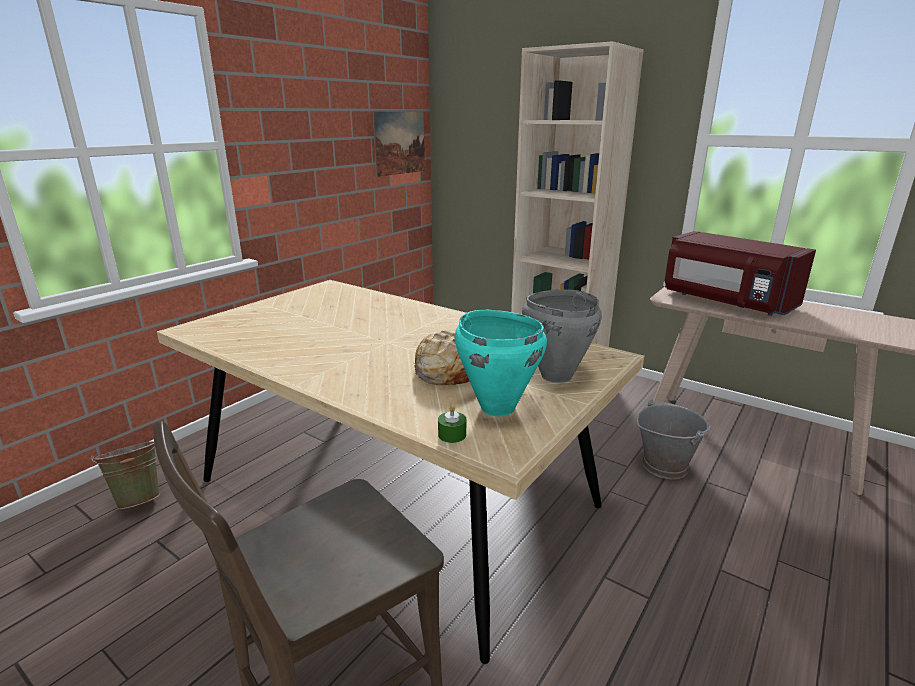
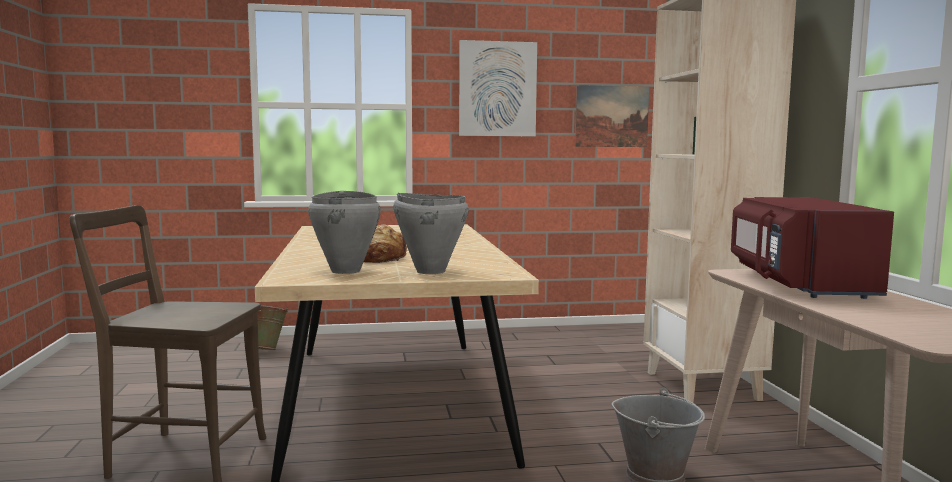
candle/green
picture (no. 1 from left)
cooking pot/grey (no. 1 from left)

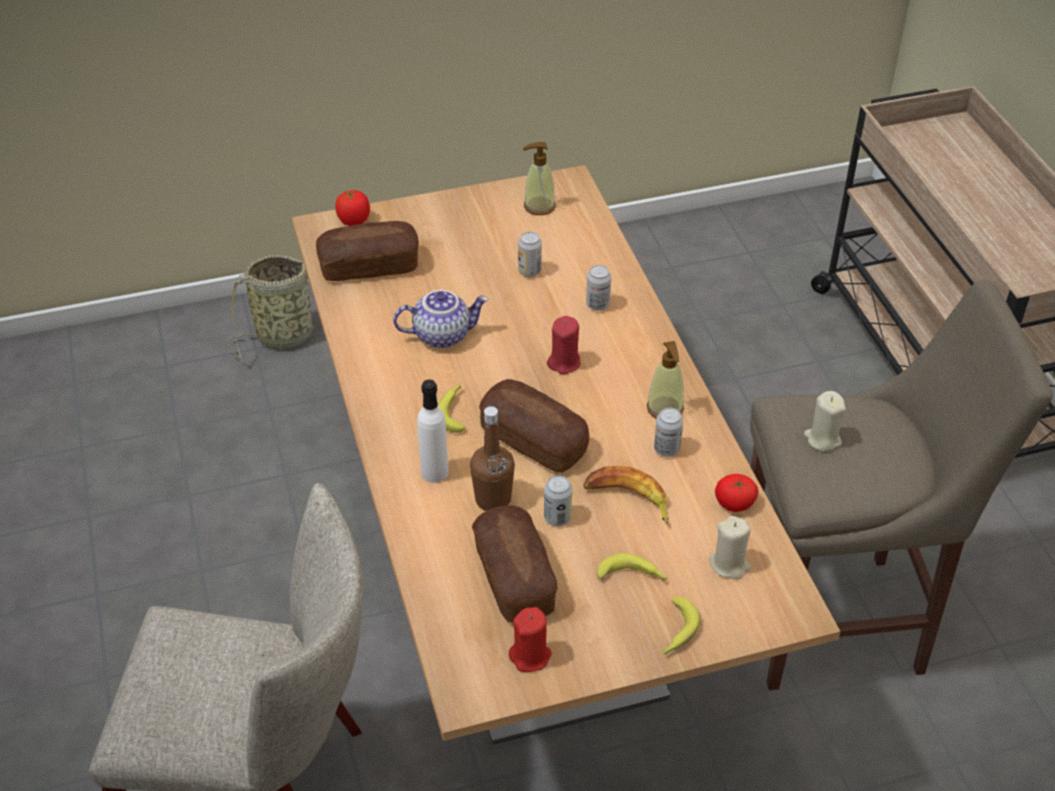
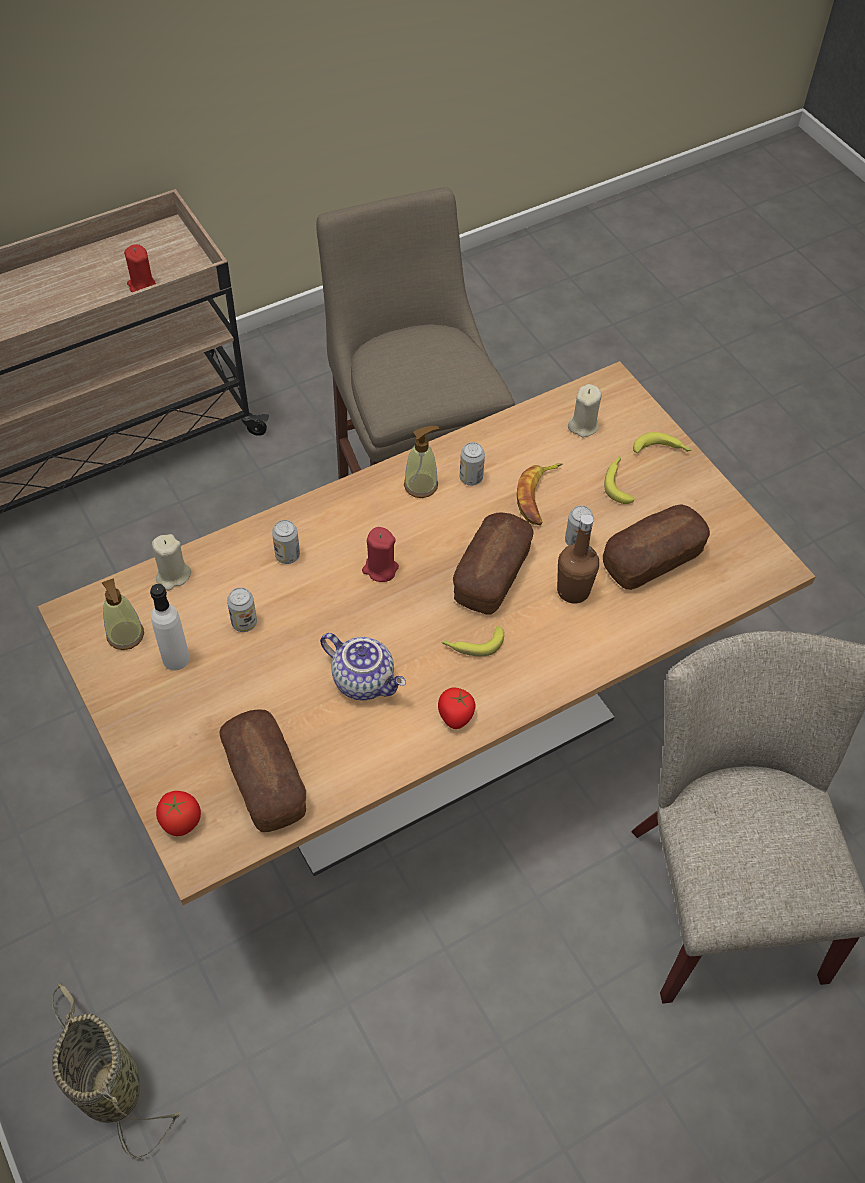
bottle/white
candle/red (no. 1 from left)
tomato (no. 2 from left)
candle/beige (no. 1 from left)
teapot

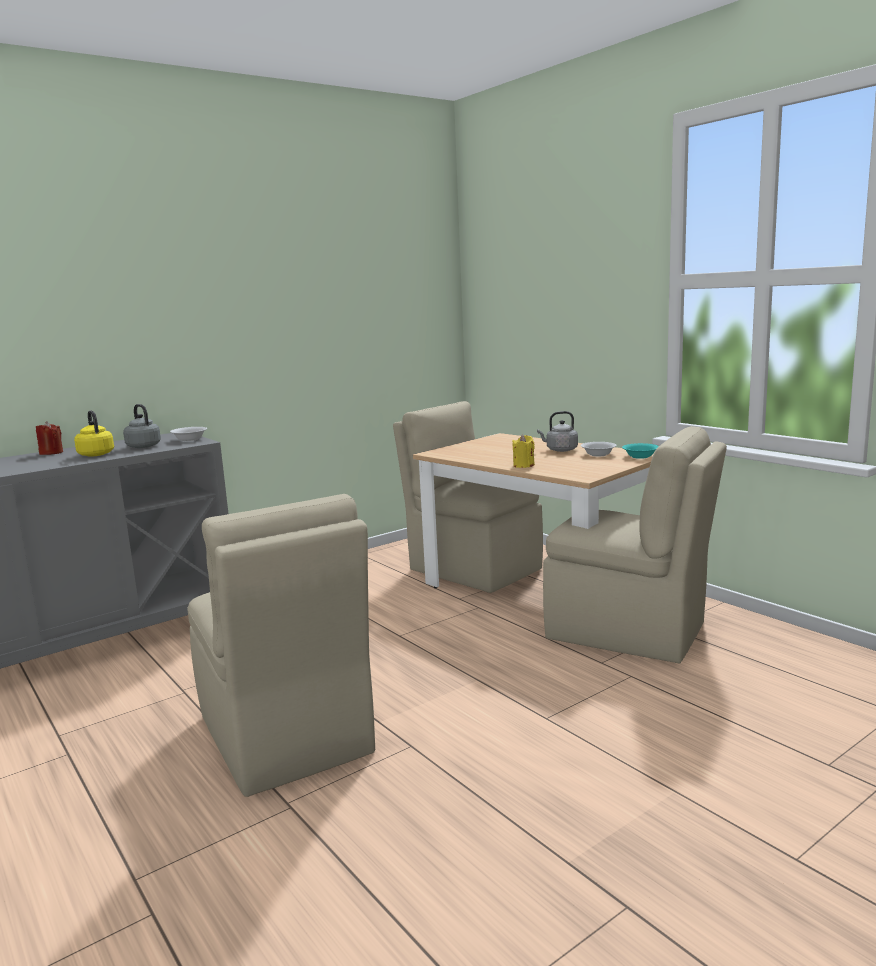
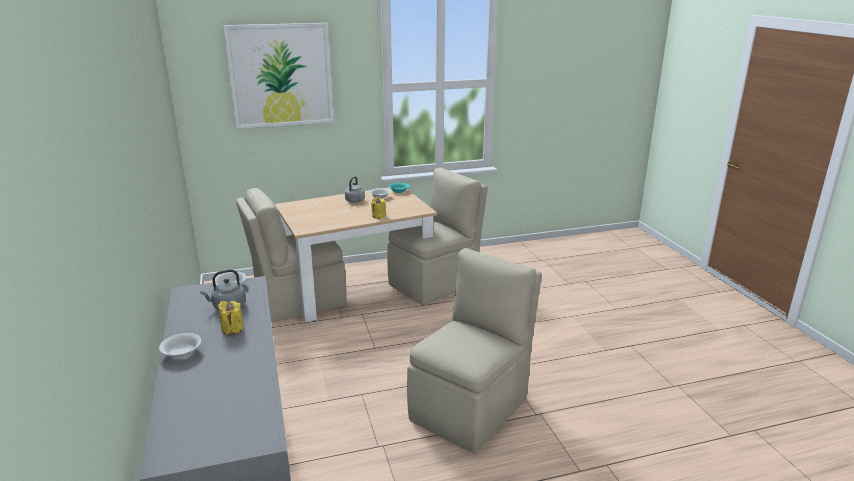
picture
bowl/white (no. 1 from left)
candle/yellow (no. 1 from left)
chair/beige (no. 3 from left)

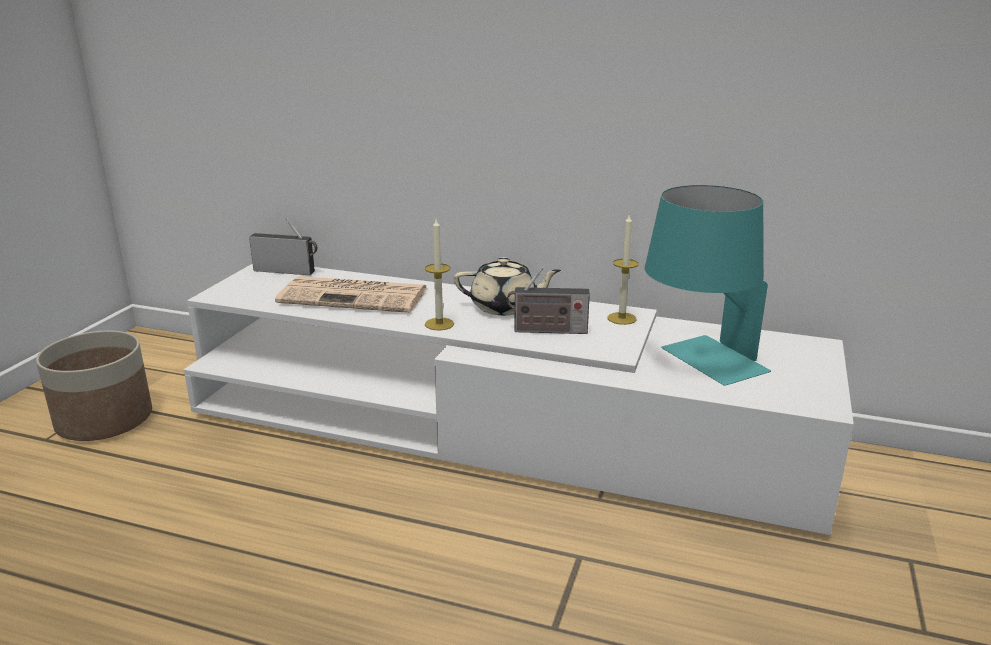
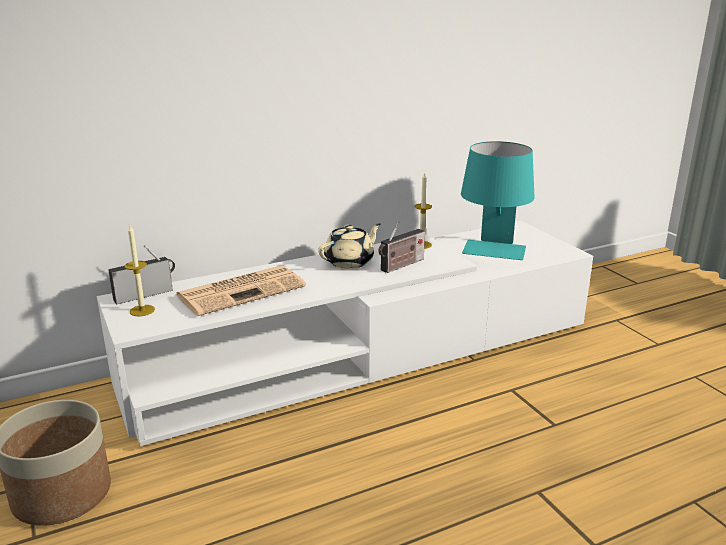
candle (no. 1 from left)

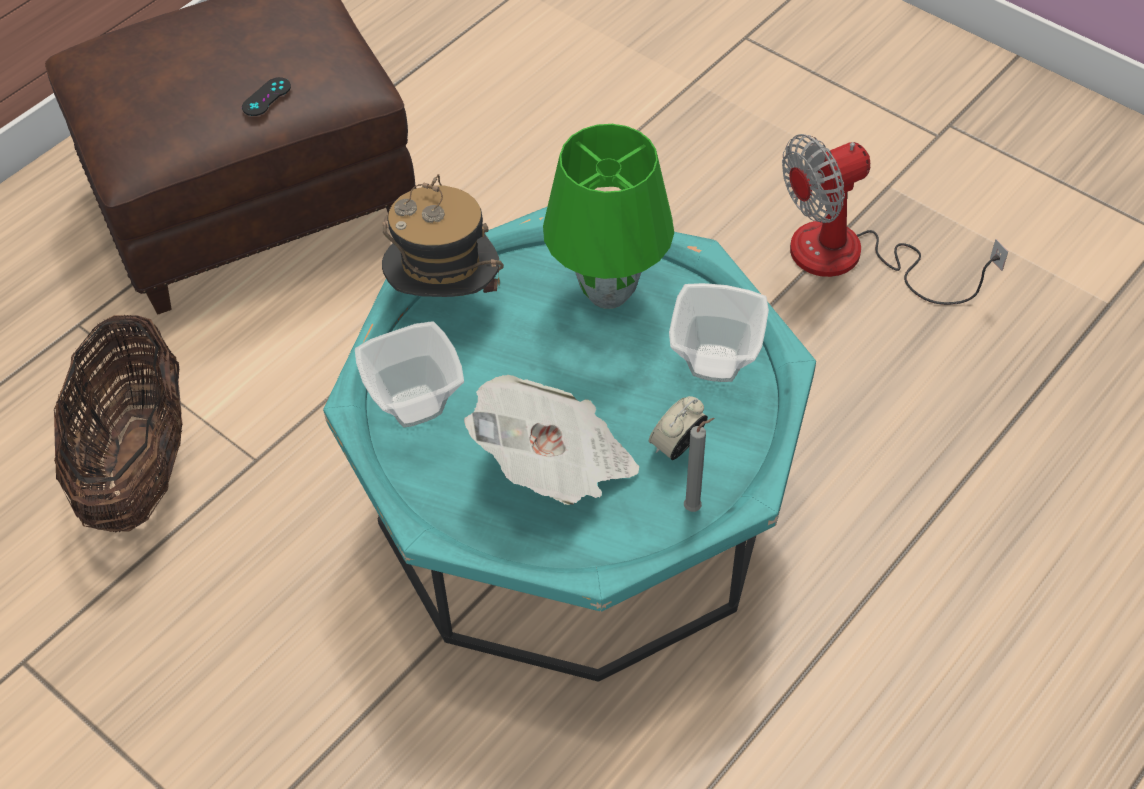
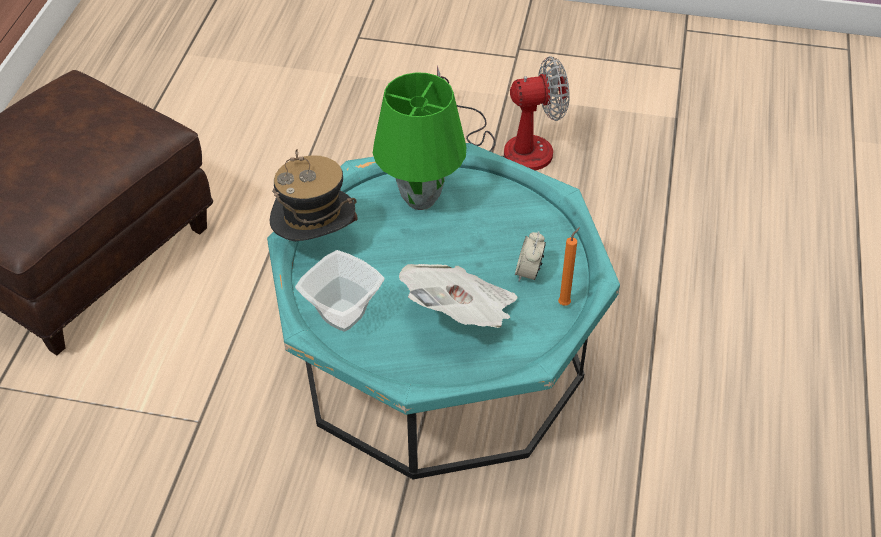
basket
game controller/black
bowl (no. 2 from left in the first image)
candle/orange
fan

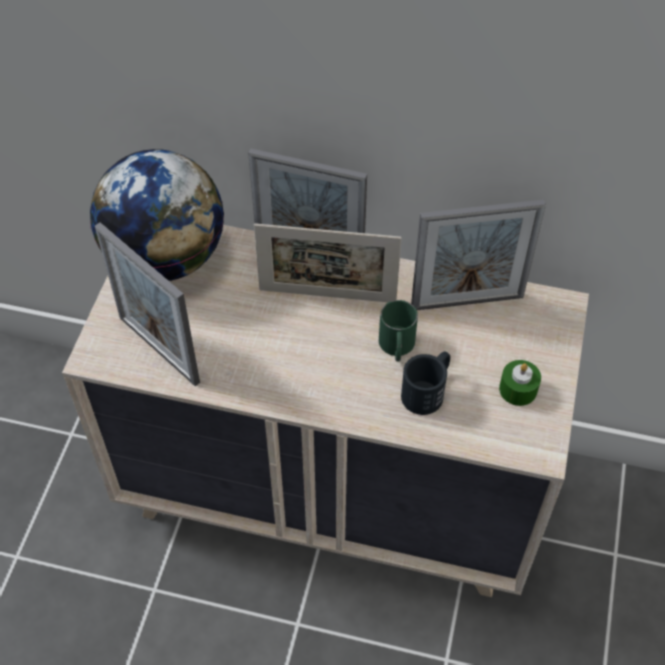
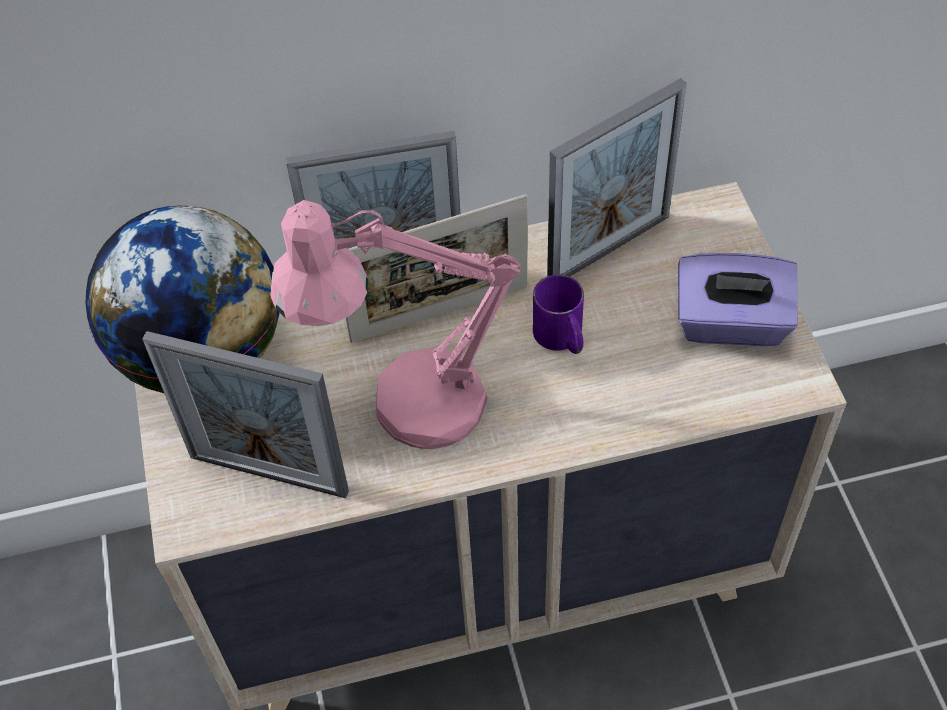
mug/black
table lamp/pink
tissue box/purple
mug/purple

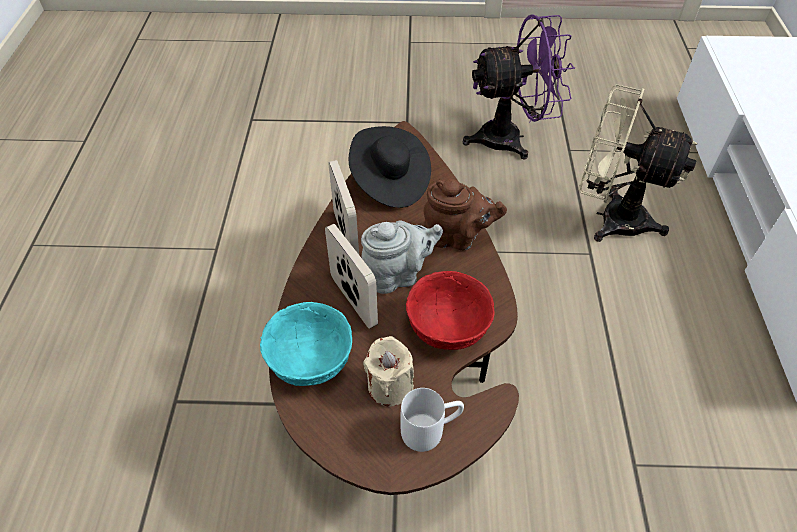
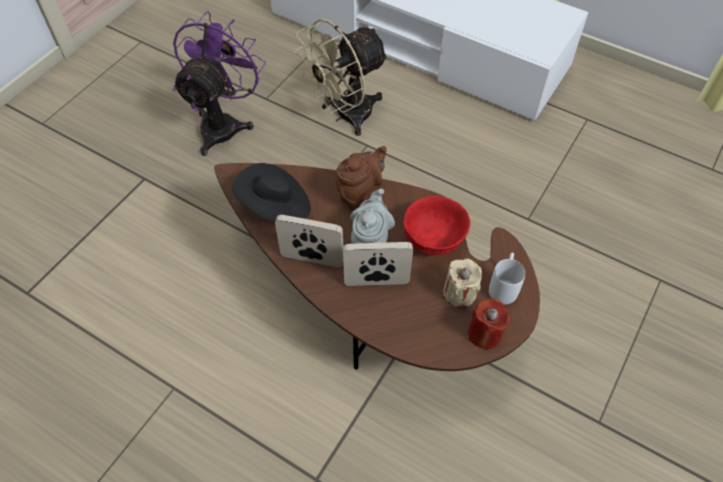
bowl/turquoise
candle/red

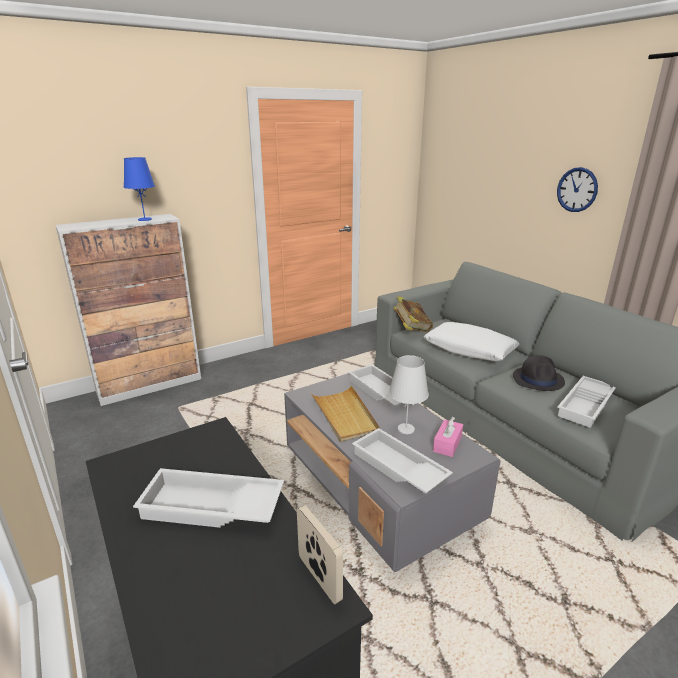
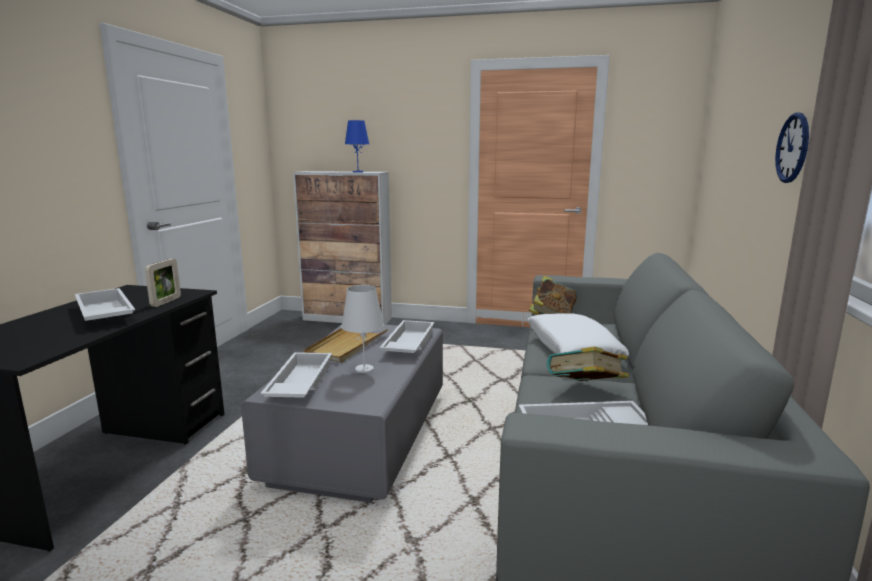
tissue box/pink
picture frame
book (no. 2 from left)

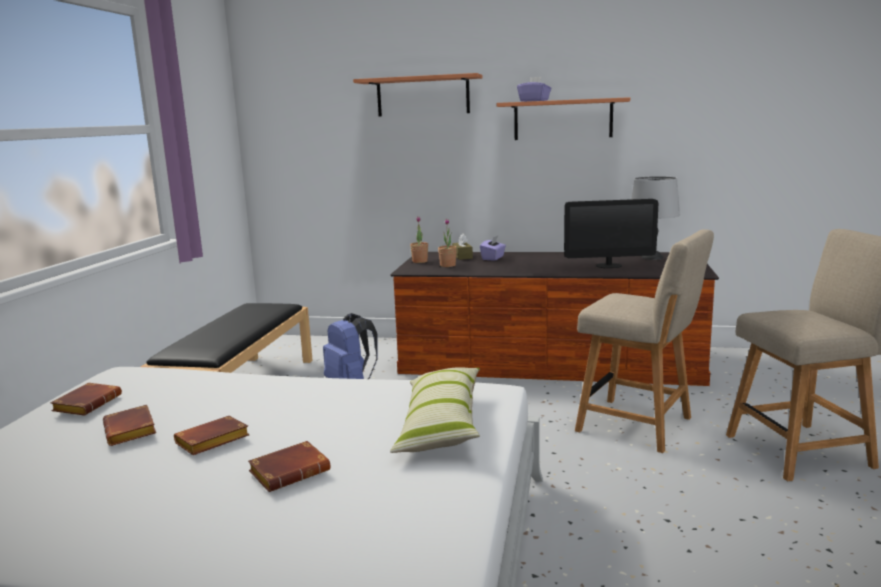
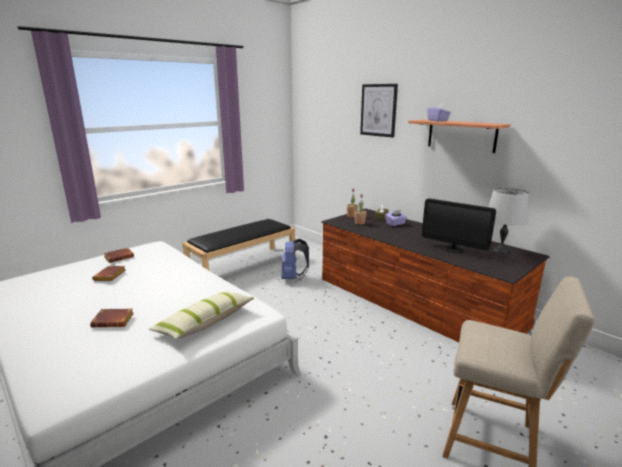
book/brown (no. 3 from left in the first image)
chair/beige (no. 1 from left in the first image)
picture

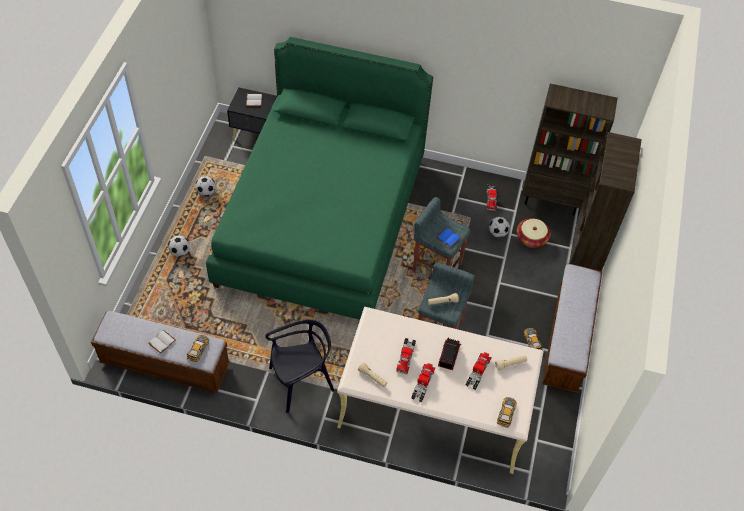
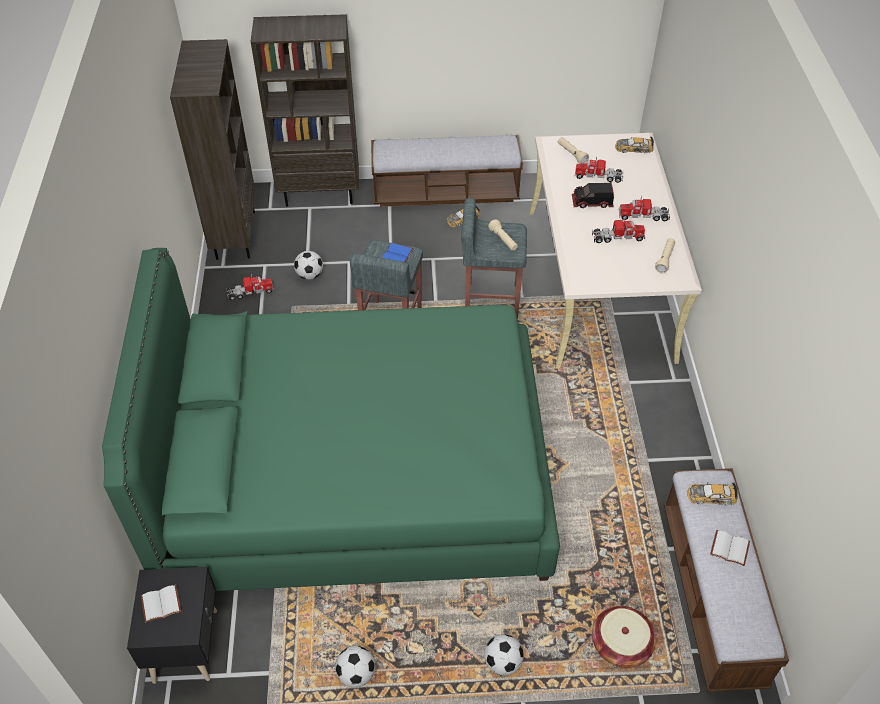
chair/black
basket

